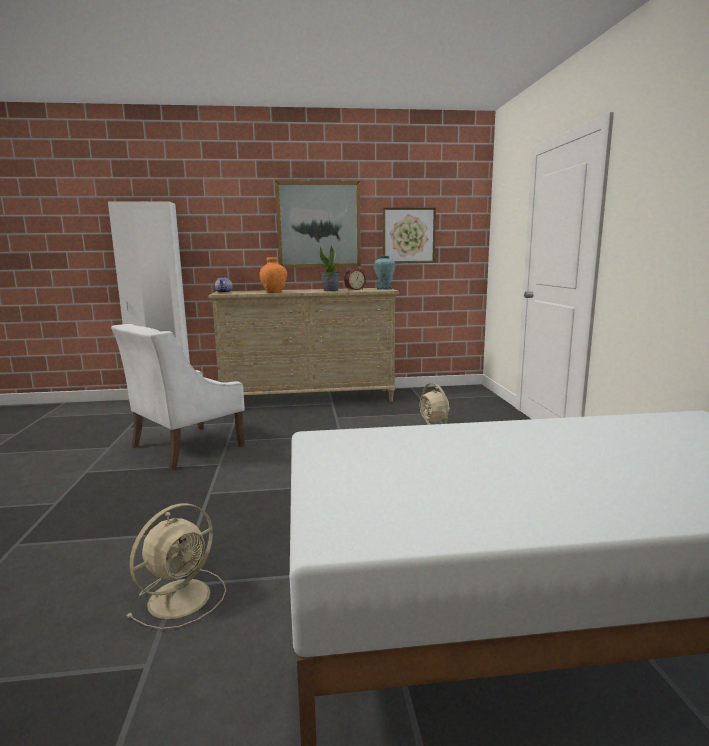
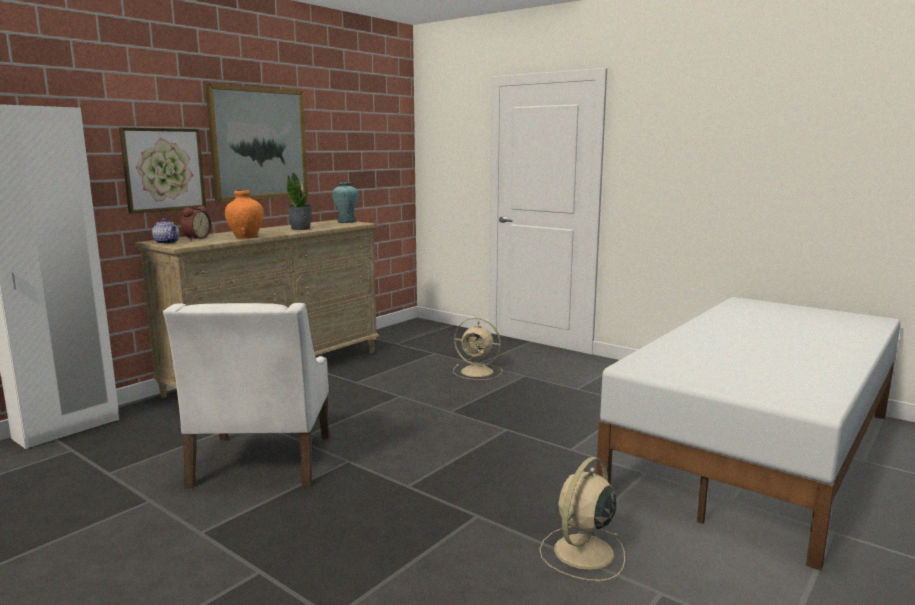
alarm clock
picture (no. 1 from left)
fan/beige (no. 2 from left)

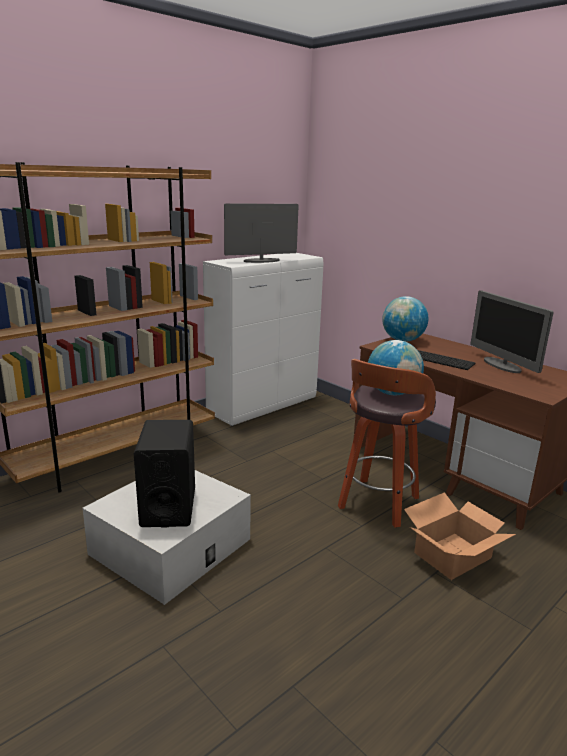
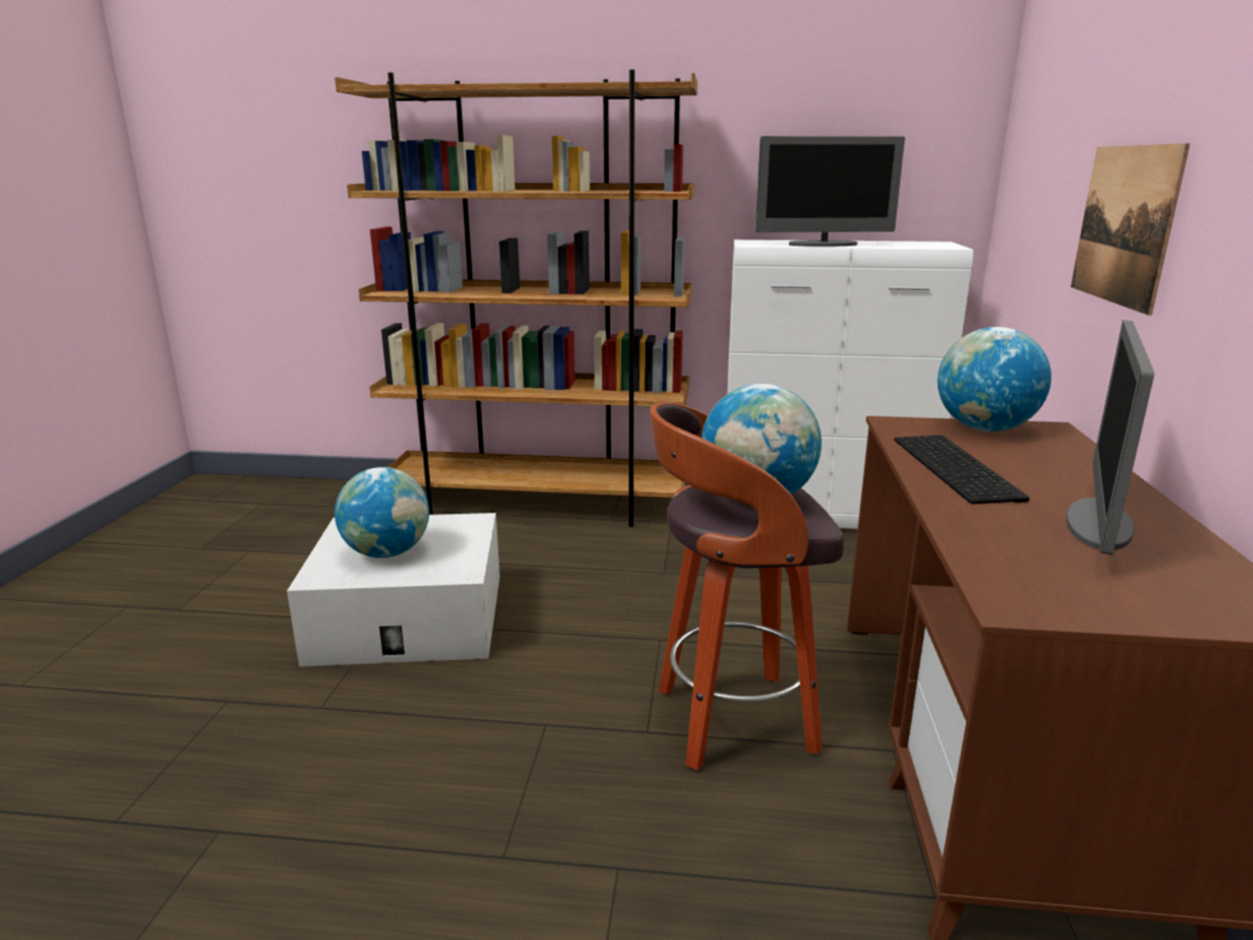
cardboard box
picture
globe (no. 1 from left)
monitor (no. 1 from left)

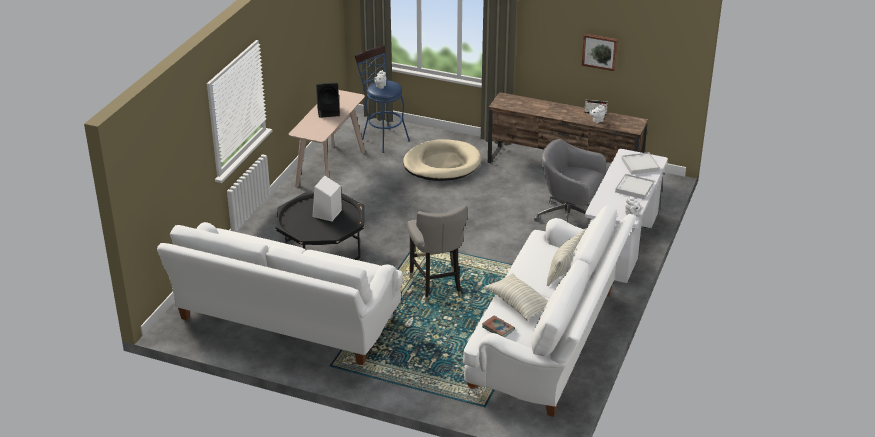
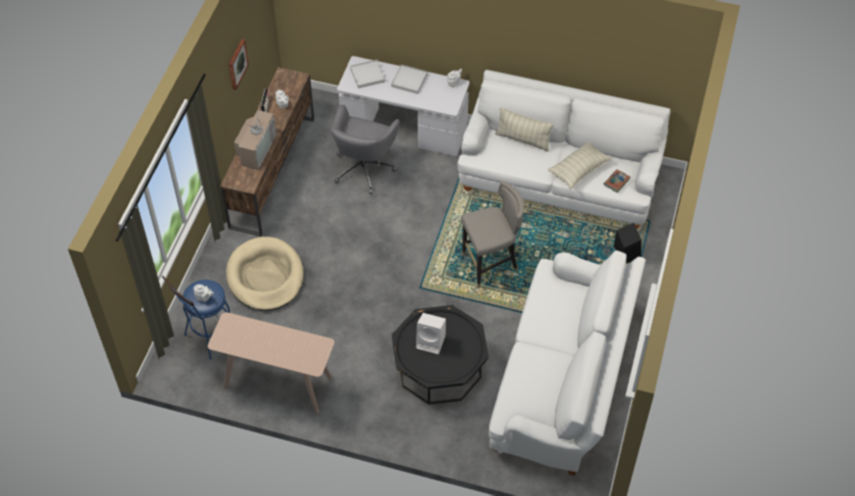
television
speaker/black

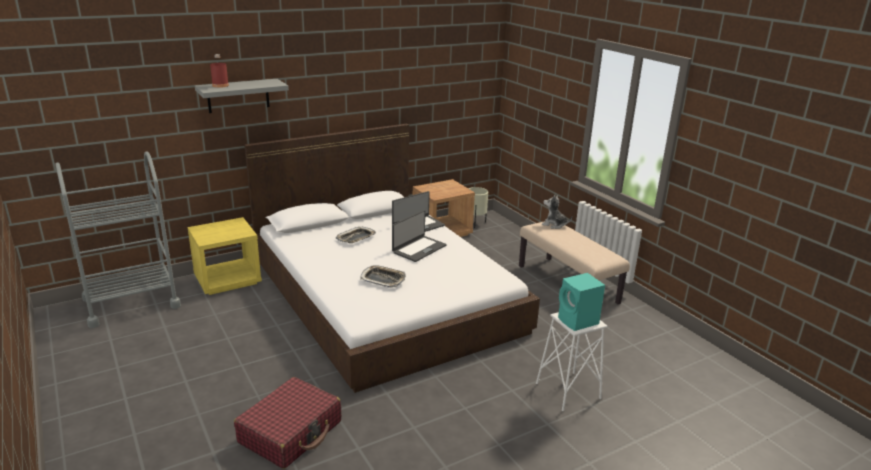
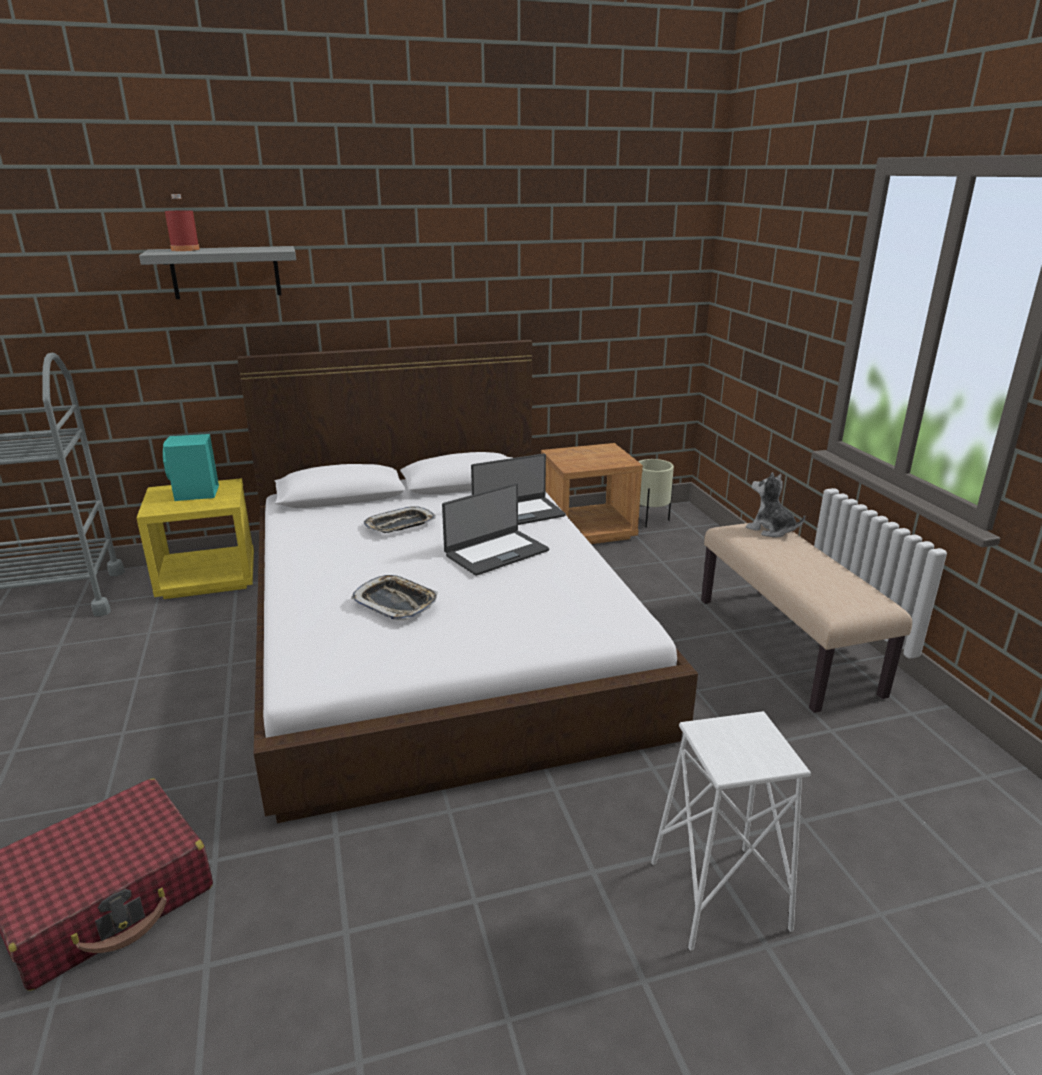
speaker/turquoise

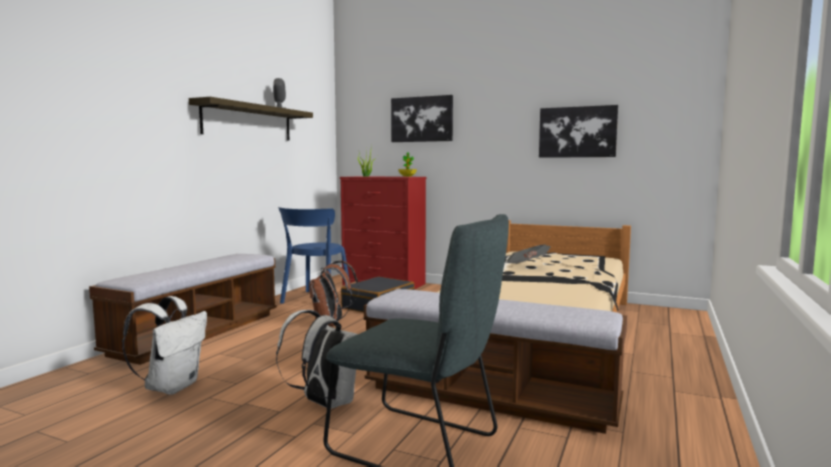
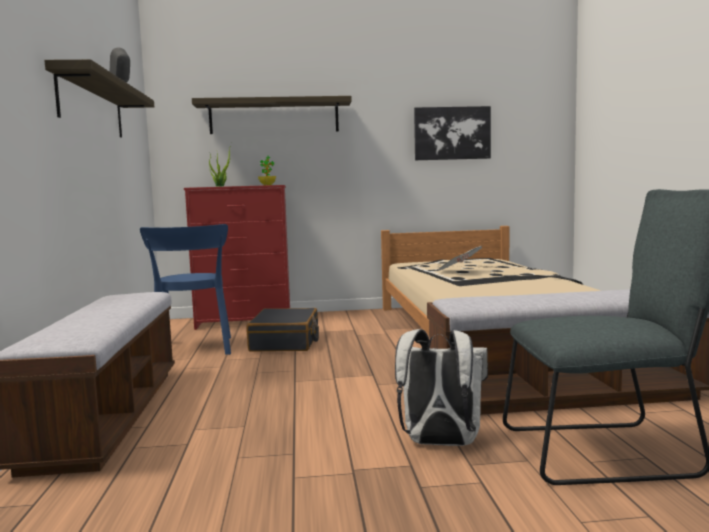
backpack/white (no. 1 from left in the first image)
backpack/brown
shelf (no. 2 from left)

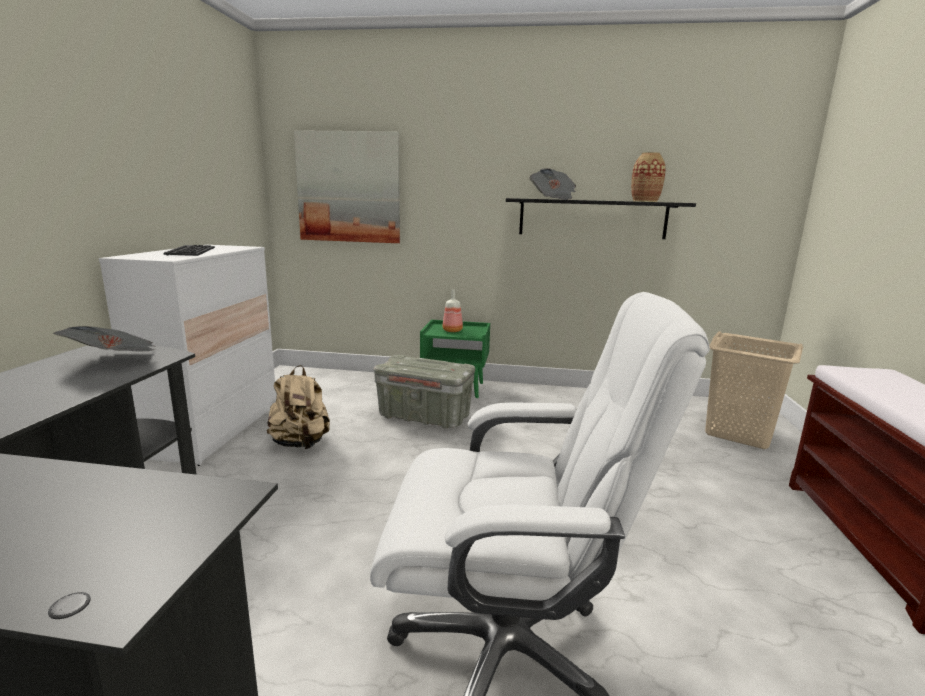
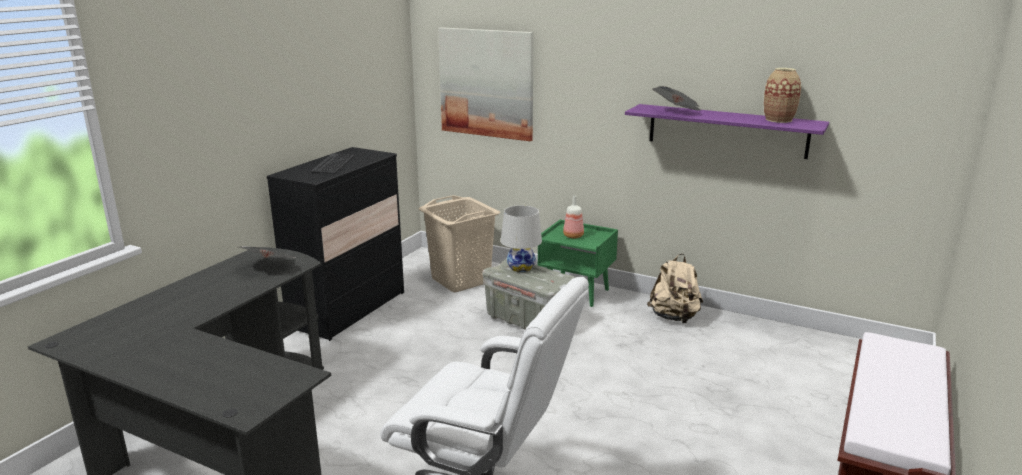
table lamp/white
backpack/beige
laundry basket/beige
dresser/black
shelf/purple

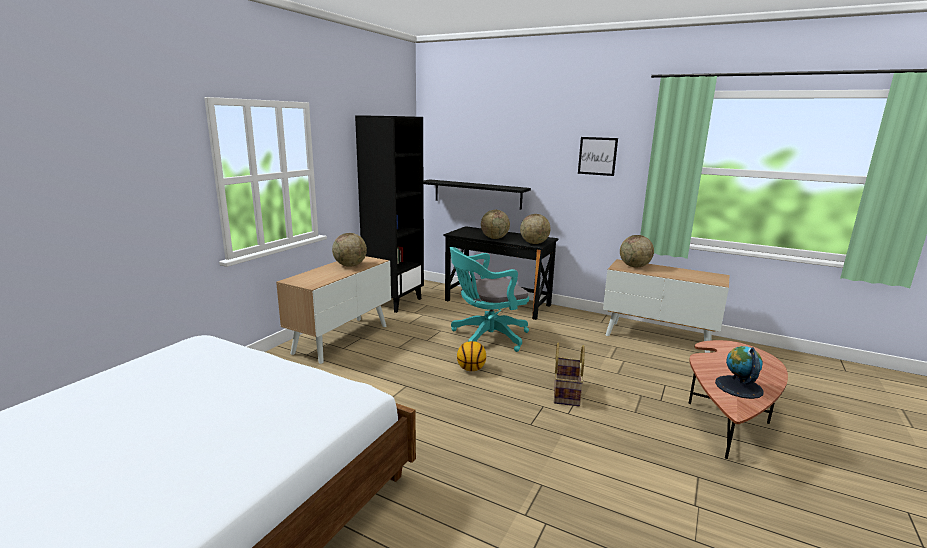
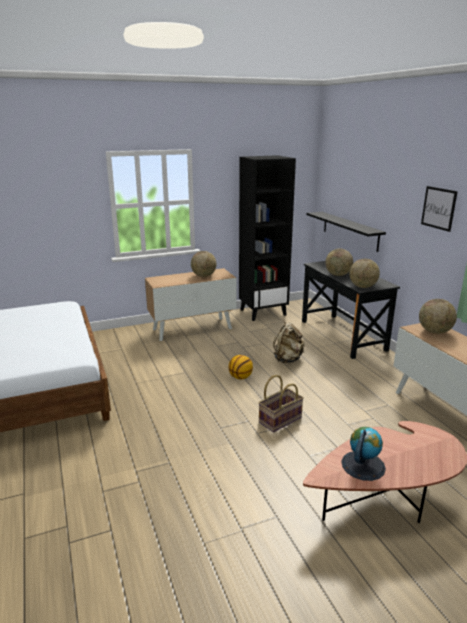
backpack/beige

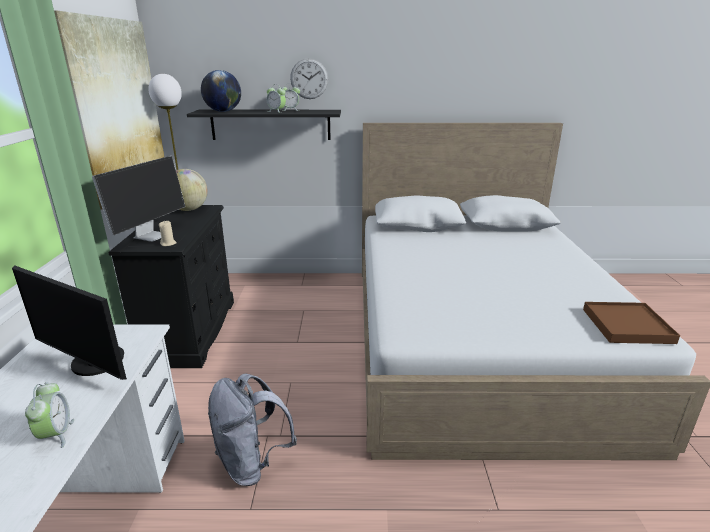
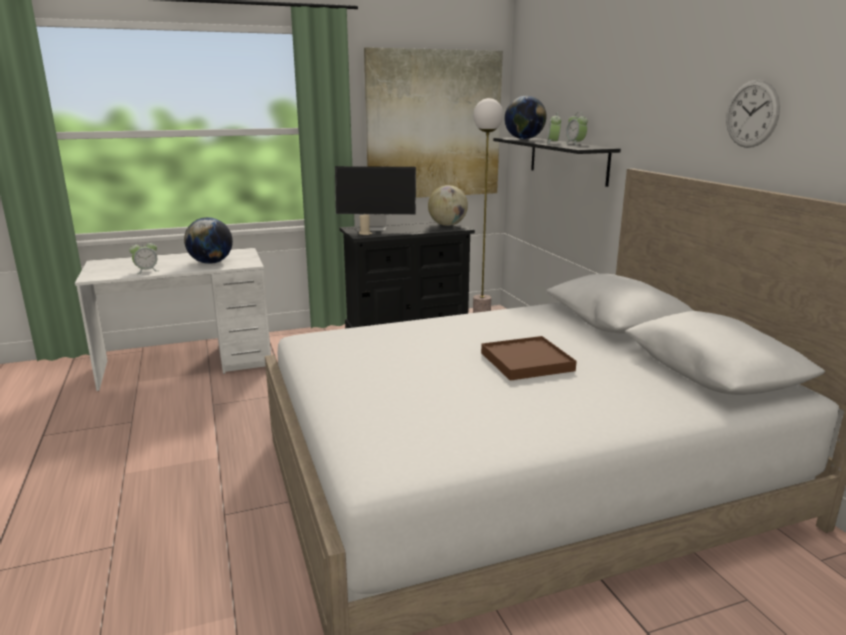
backpack/grey
wall clock
tray/brown
globe (no. 1 from left)

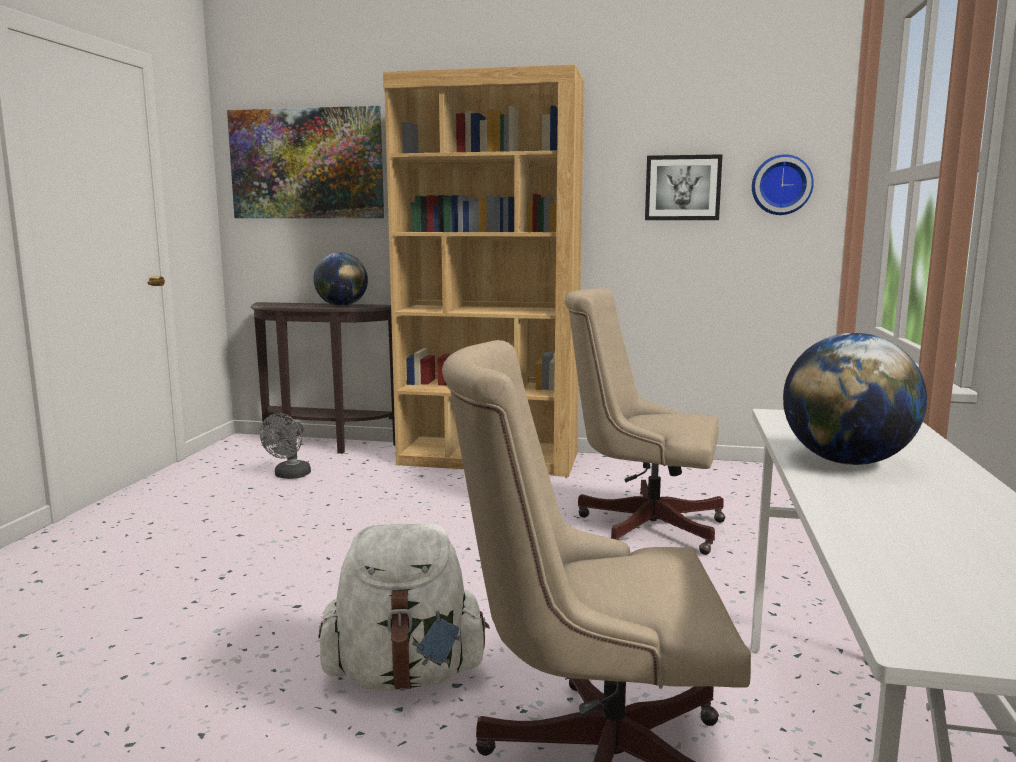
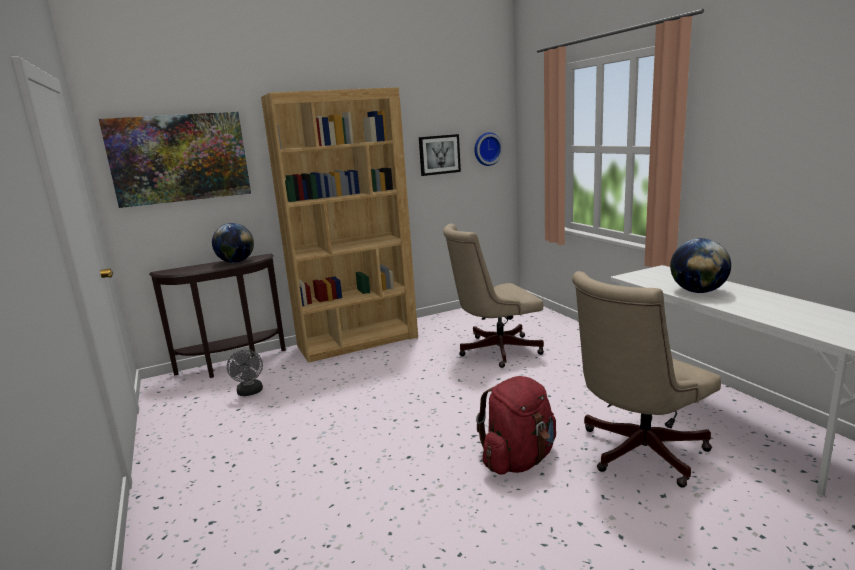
backpack/red

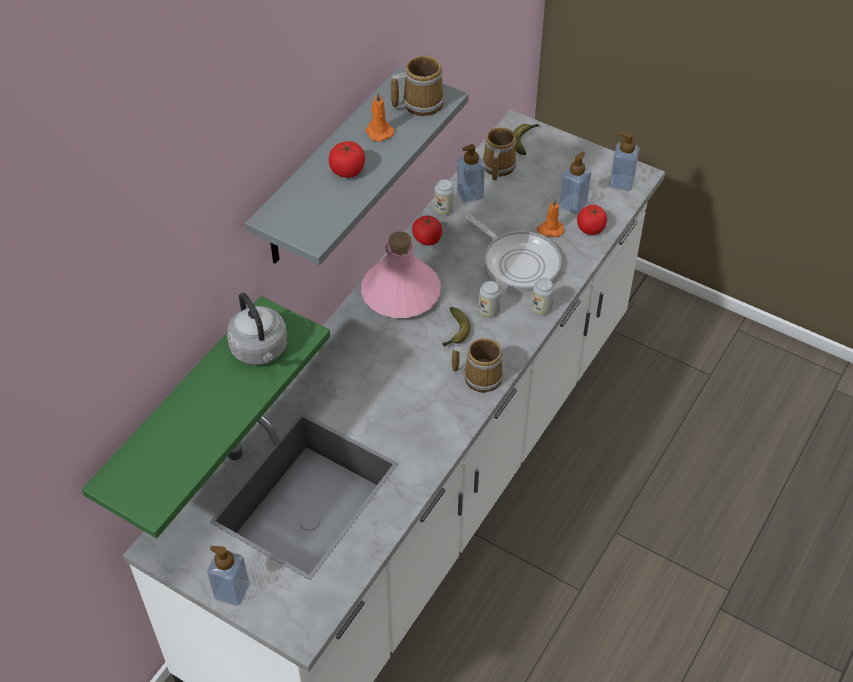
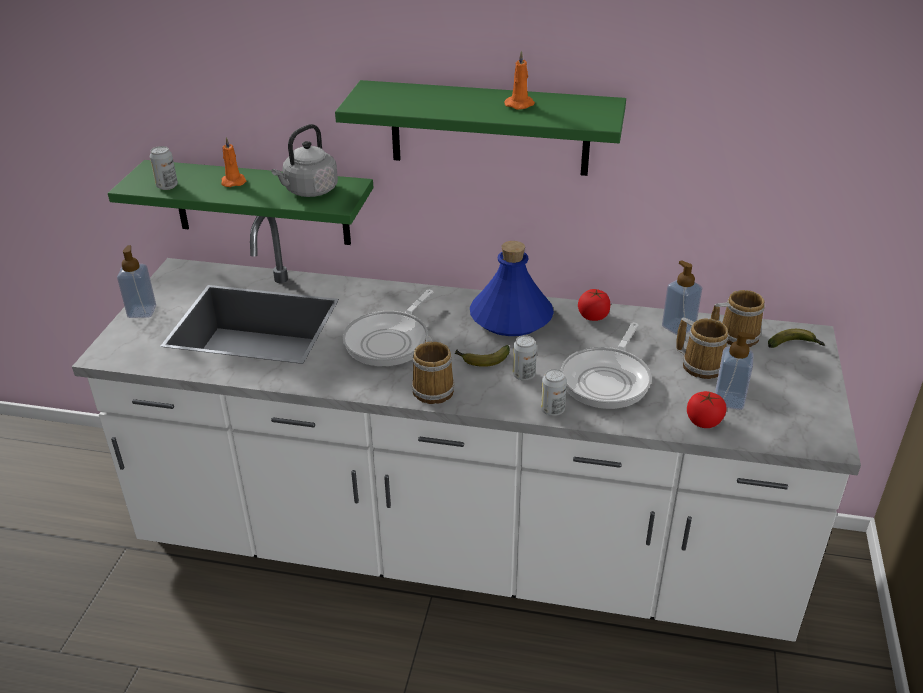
tomato (no. 1 from left in the first image)
soap dispenser (no. 4 from left in the first image)
frying pan (no. 1 from left)
mug (no. 2 from left)
can (no. 1 from left)
candle/orange (no. 1 from left)
shelf/green (no. 2 from left)
bottle/blue

